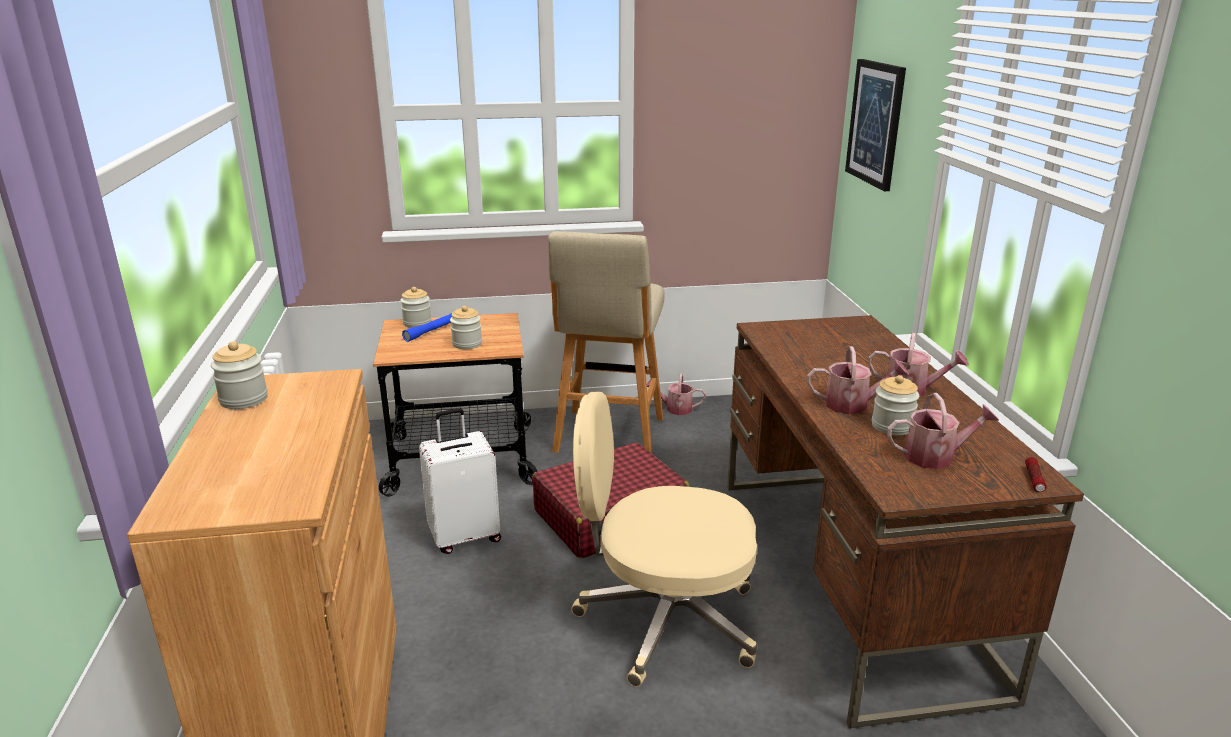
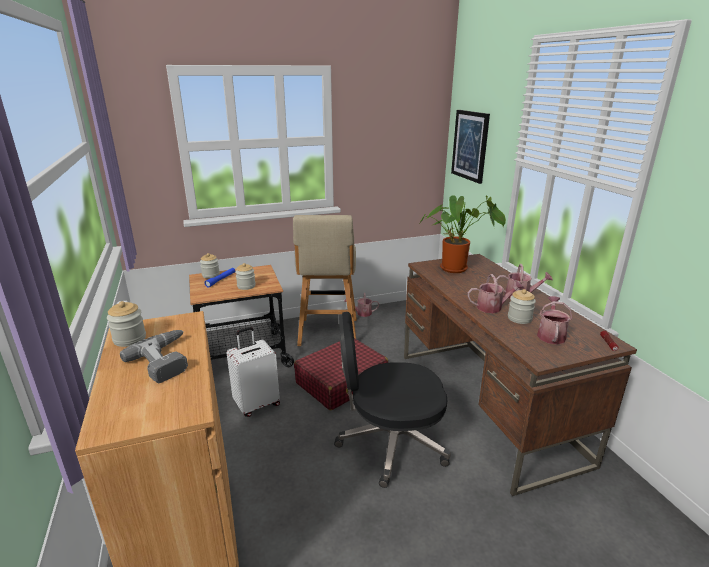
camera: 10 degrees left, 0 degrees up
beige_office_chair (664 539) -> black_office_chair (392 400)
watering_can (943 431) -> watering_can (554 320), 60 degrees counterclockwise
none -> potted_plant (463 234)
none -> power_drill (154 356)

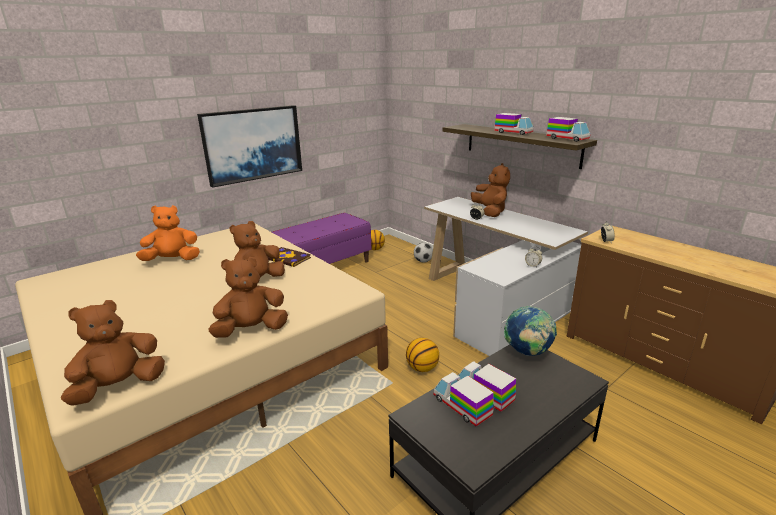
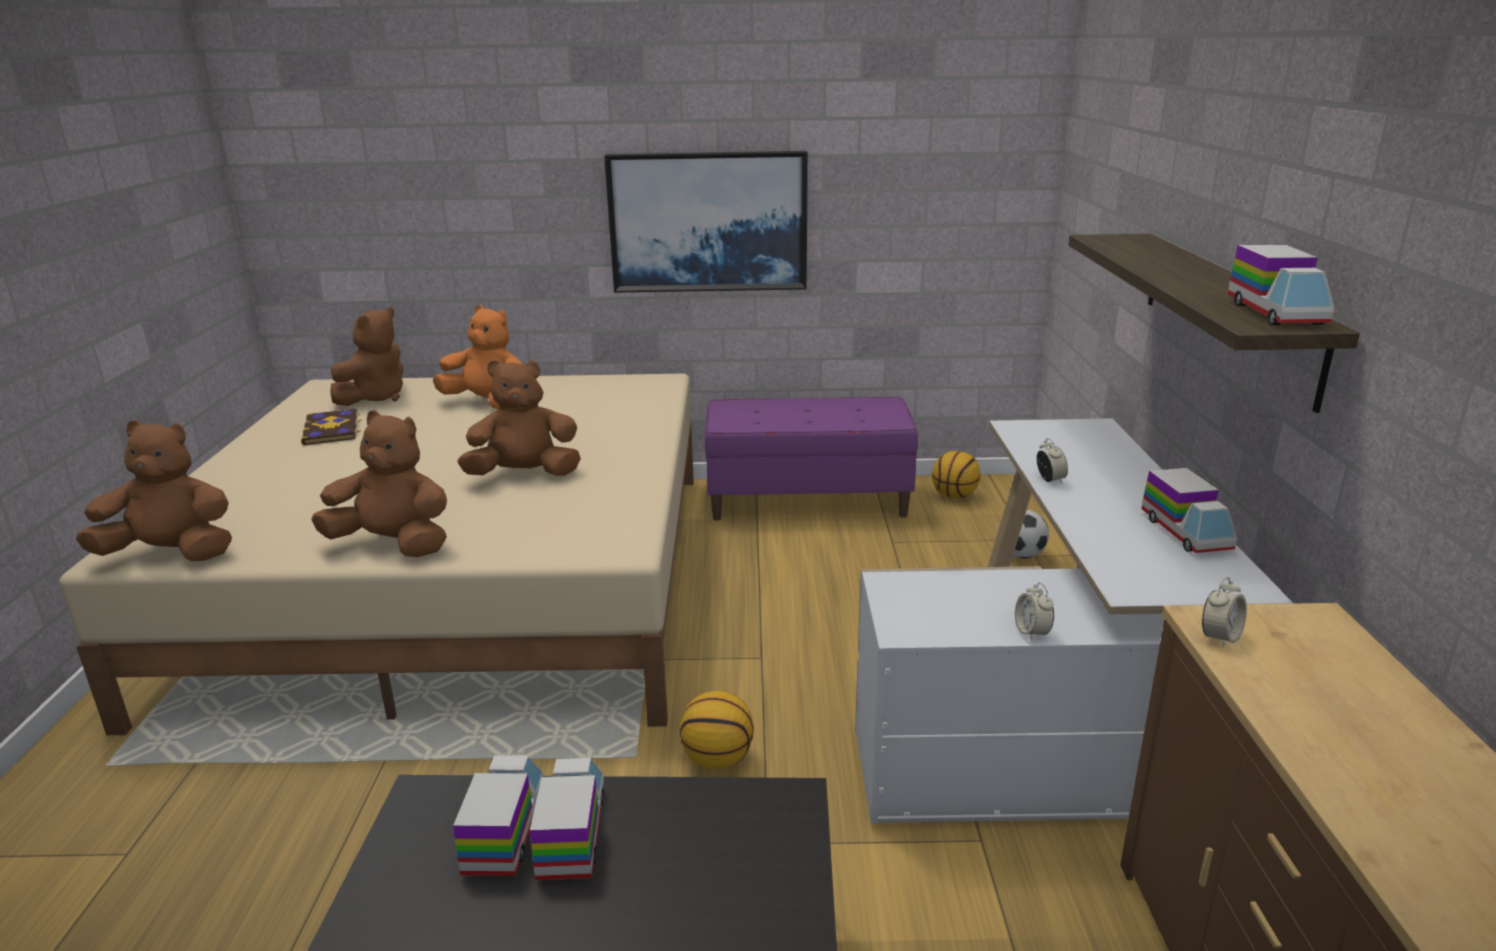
camera: 40 degrees right, 0 degrees up
toy_truck (514 124) -> toy_truck (1189 510), moved
brown_plush_toy (490 190) -> brown_plush_toy (366 356), moved
book (289 257) -> book (331 427), moved
globe (530 331) -> none

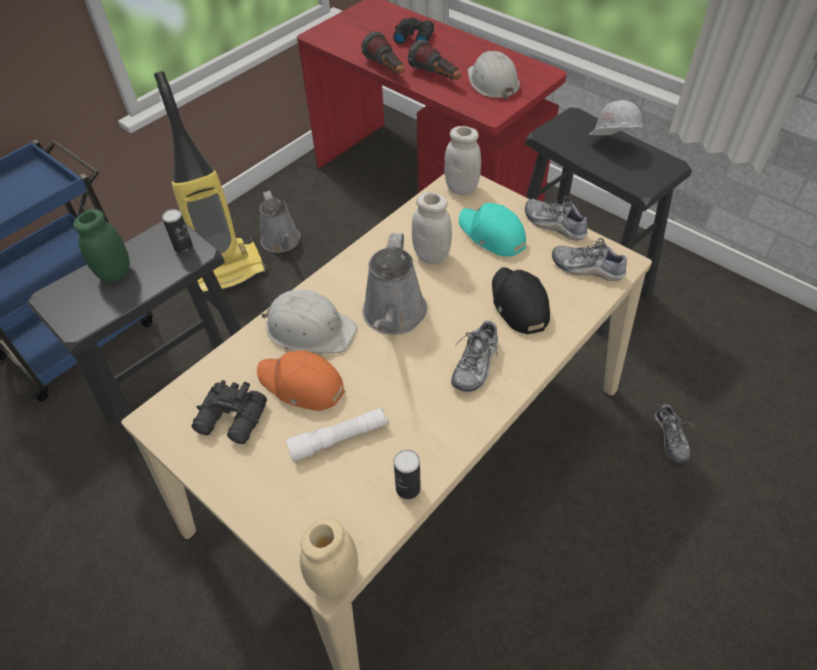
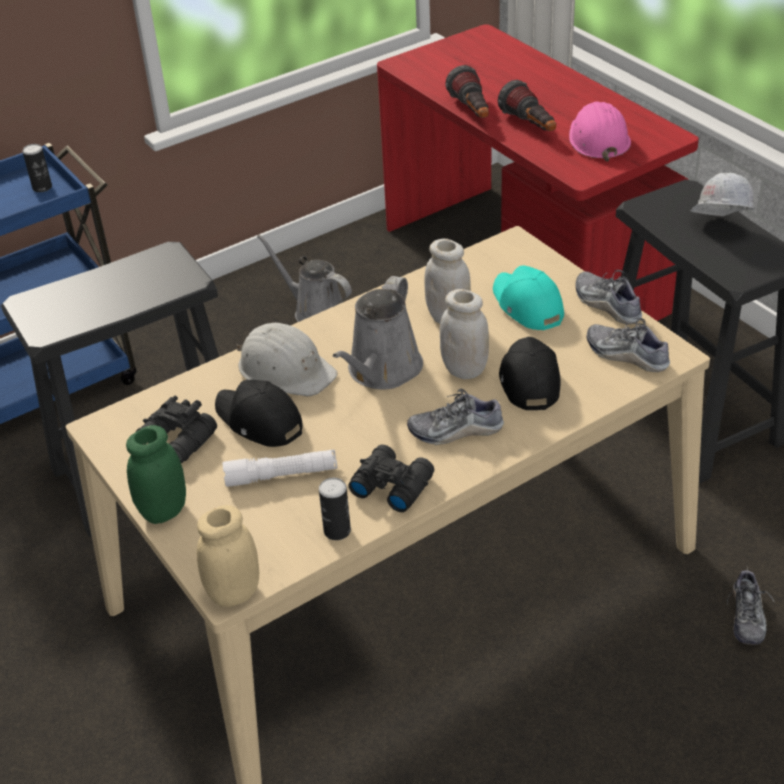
camera: 15 degrees right, 10 degrees down
black_binoculars (413 31) -> black_binoculars (391 478), moved
white_hard_hat (494 75) -> pink_hard_hat (600 131)
vacuum_cleaner (210 182) -> none
white_jar (462 160) -> white_jar (464 334), moved
grey_watering_can (280 222) -> grey_watering_can (304 278), 135 degrees clockwise
green_jar (101 246) -> green_jar (156 474), moved
can (177 231) -> can (37 168), moved
shoe (474 355) -> shoe (455 416), 45 degrees clockwise
orange_cap (301 380) -> black_cap (259 413)

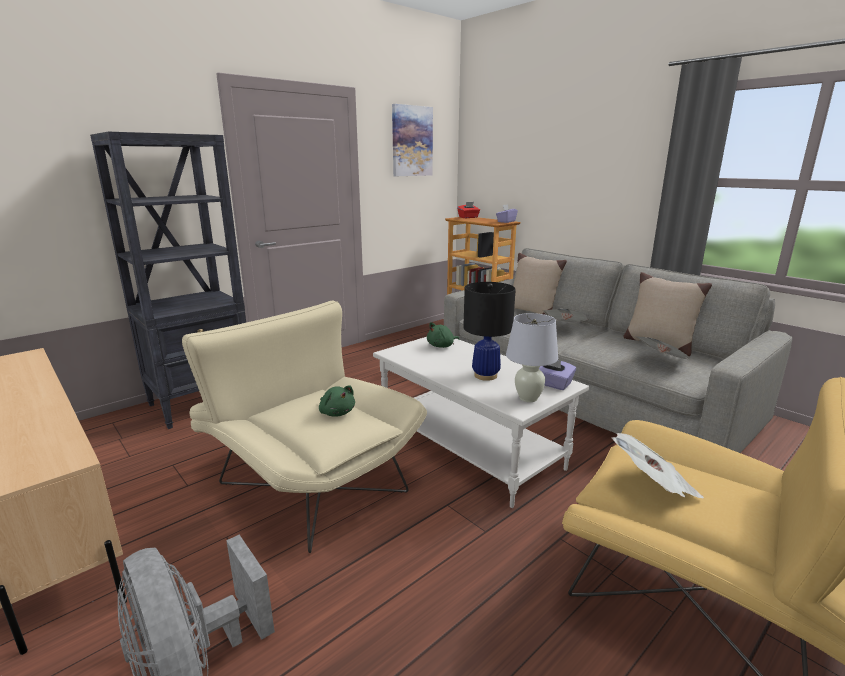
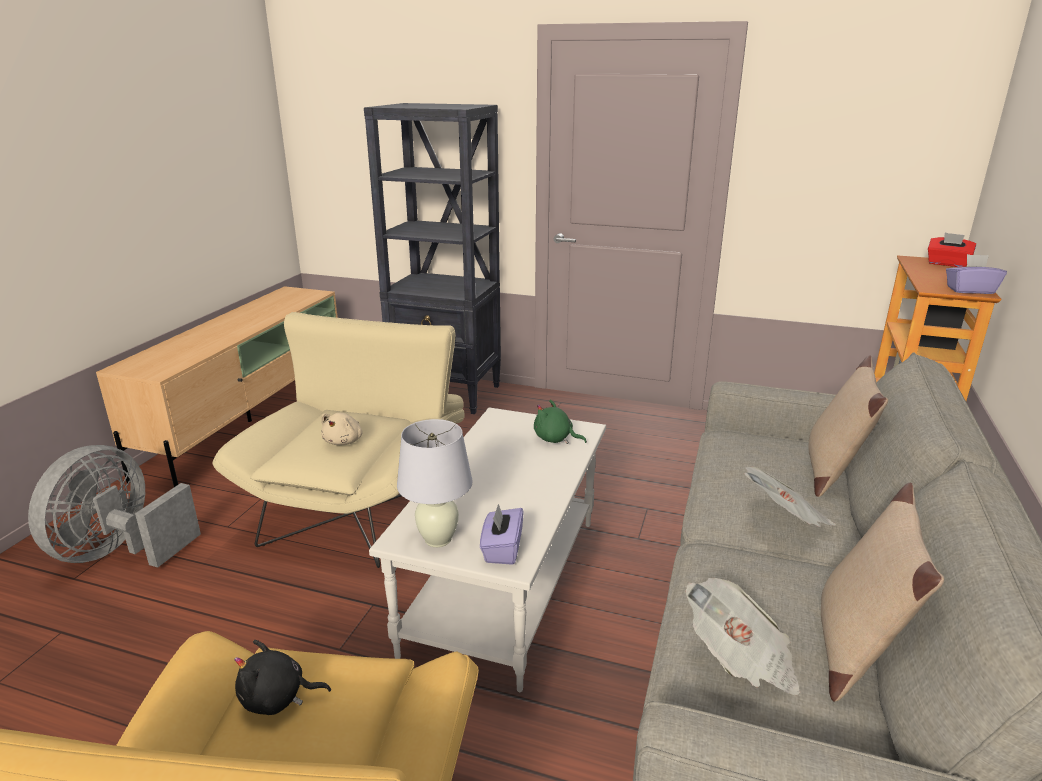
camera: 60 degrees right, 5 degrees up
picture (412 140) -> none
black_table_lamp (489 331) -> none
green_plush_toy (337 401) -> beige_plush_toy (341 429)
newspaper (657 465) -> black_plush_toy (282 677)

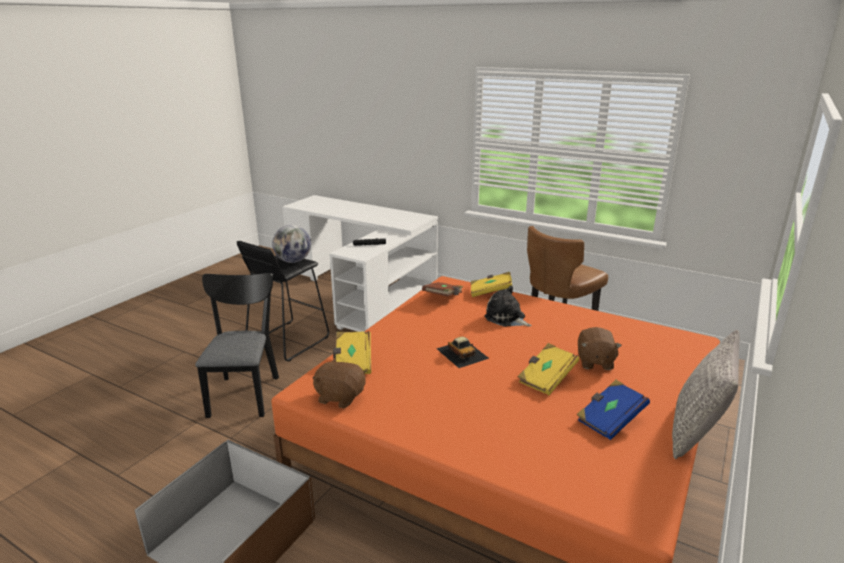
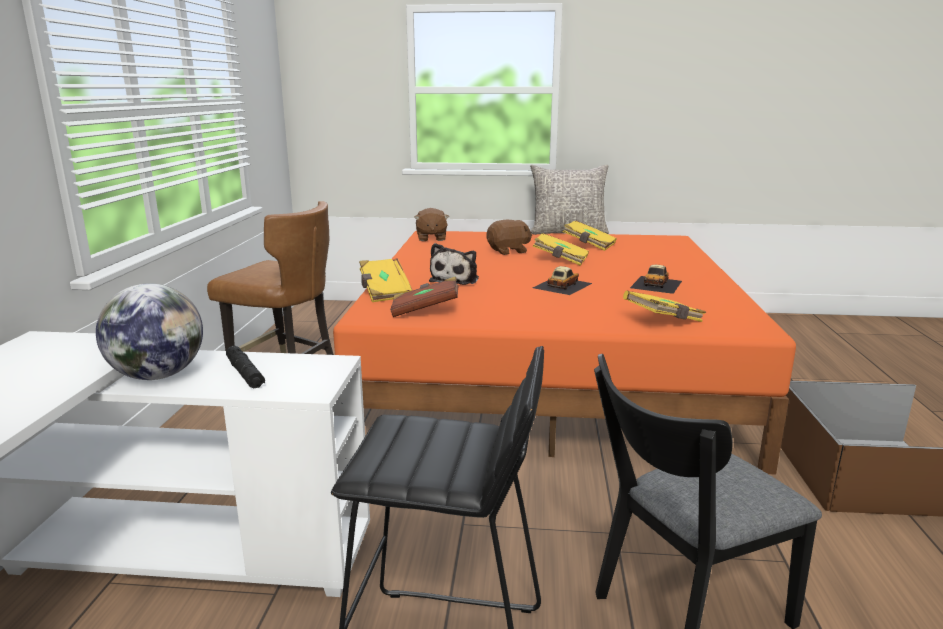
camera: 115 degrees left, 5 degrees down
globe (291 244) -> globe (149 331), moved
brown_plush_toy (339 383) -> brown_plush_toy (432 224), moved
blue_book (613 410) -> yellow_book (590 235)
none -> toy_car (656 279)

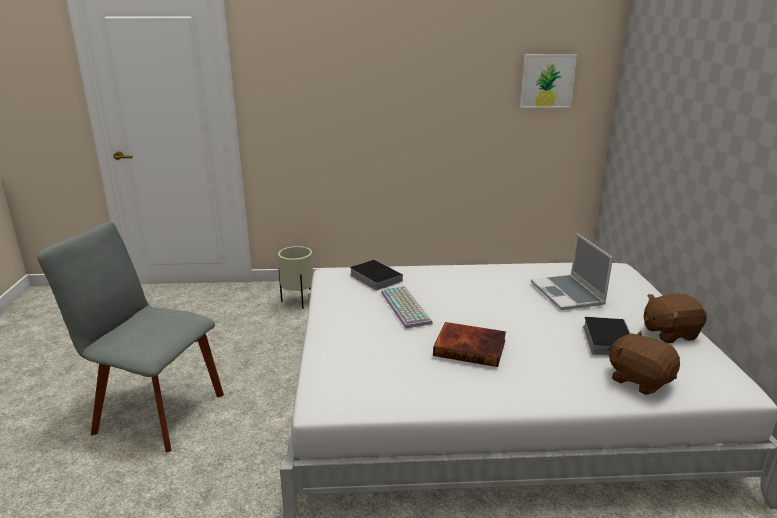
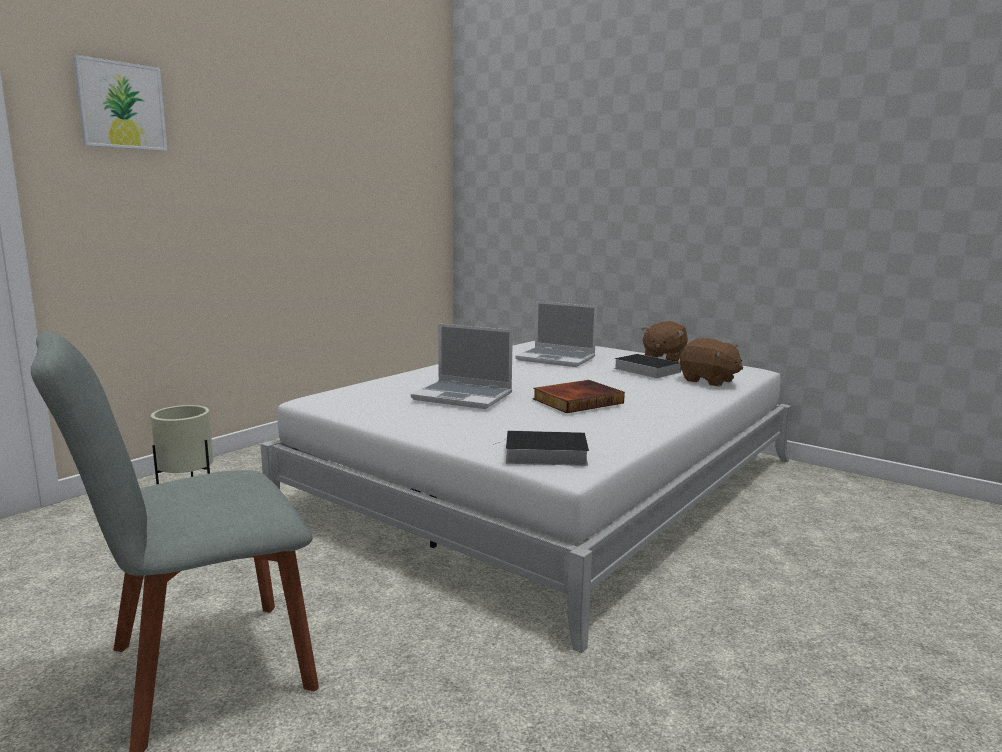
camera: 50 degrees left, 10 degrees down
picture (548 81) -> picture (120 103), moved
book (376 275) -> book (541 448), moved
keyboard (407 307) -> laptop (462 366)
brown_plush_toy (644 363) -> brown_plush_toy (711 362), 135 degrees counterclockwise

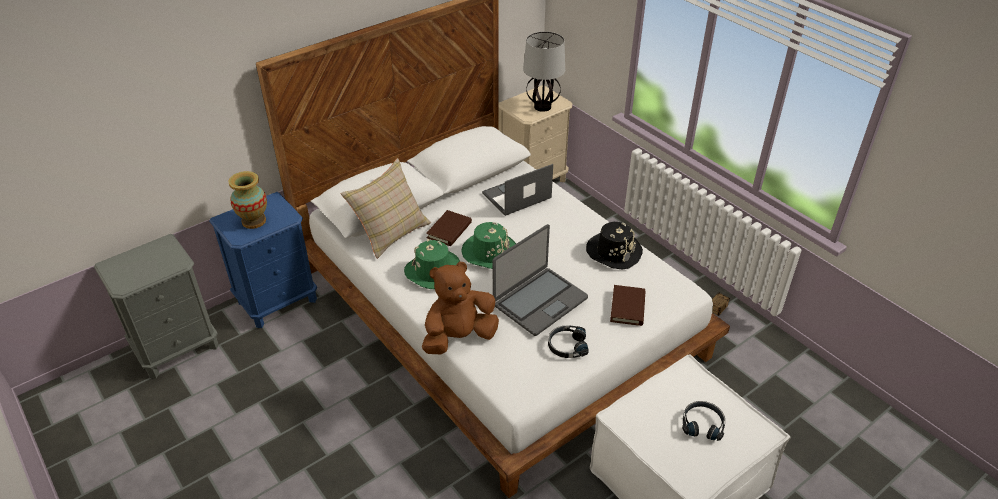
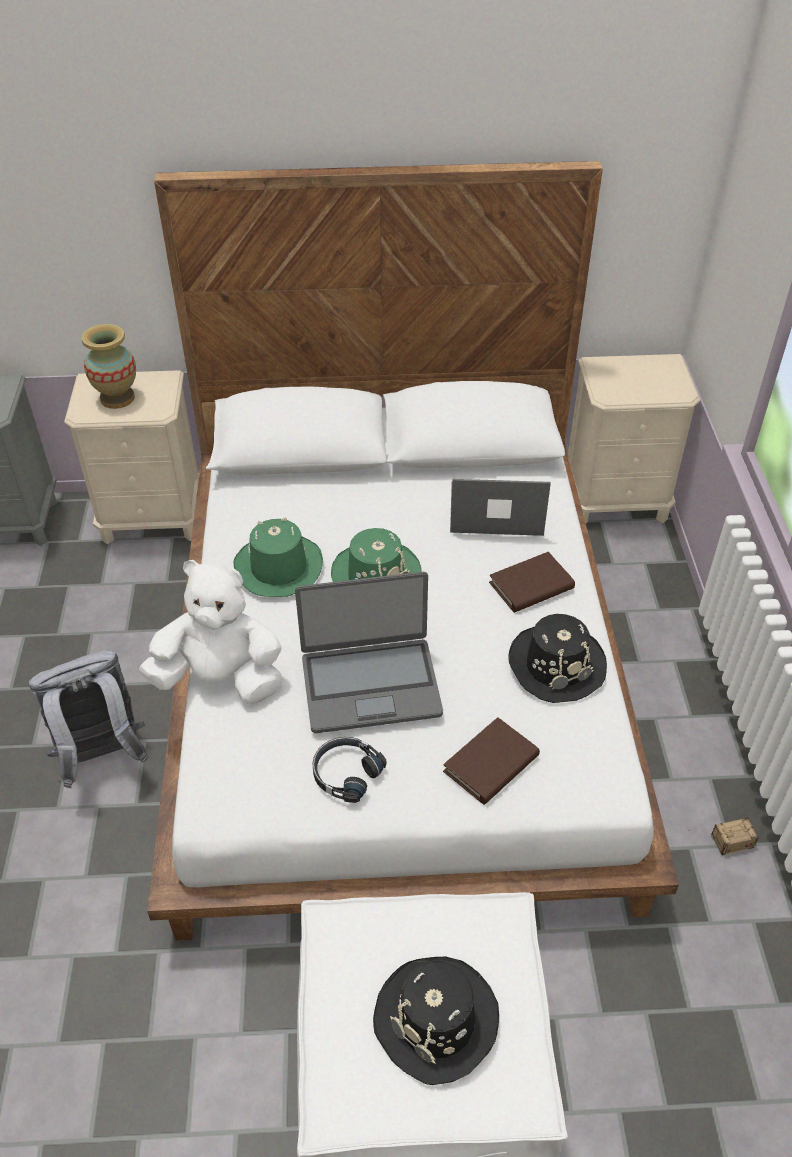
camera: 35 degrees right, 5 degrees up
table_lamp (544 71) -> none
beige_pillow (386 208) -> none
blue_nightstand (263 260) -> beige_nightstand (131 457)
brown_book (449 228) -> brown_book (532 582), moved
brown_plush_toy (460 307) -> white_plush_toy (210 632)
black_headphones (703 421) -> black_hat (436 1021)
none -> grey_backpack (89 719)

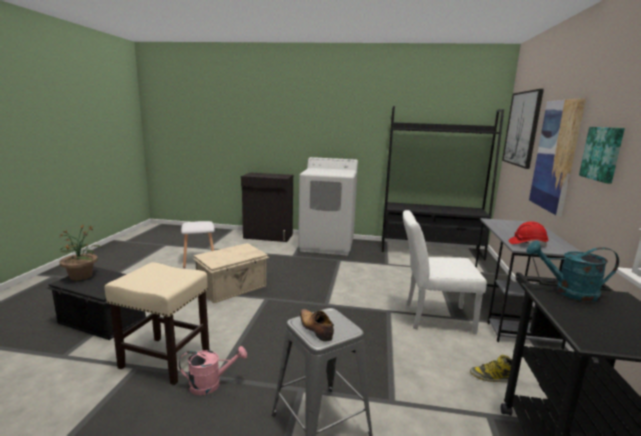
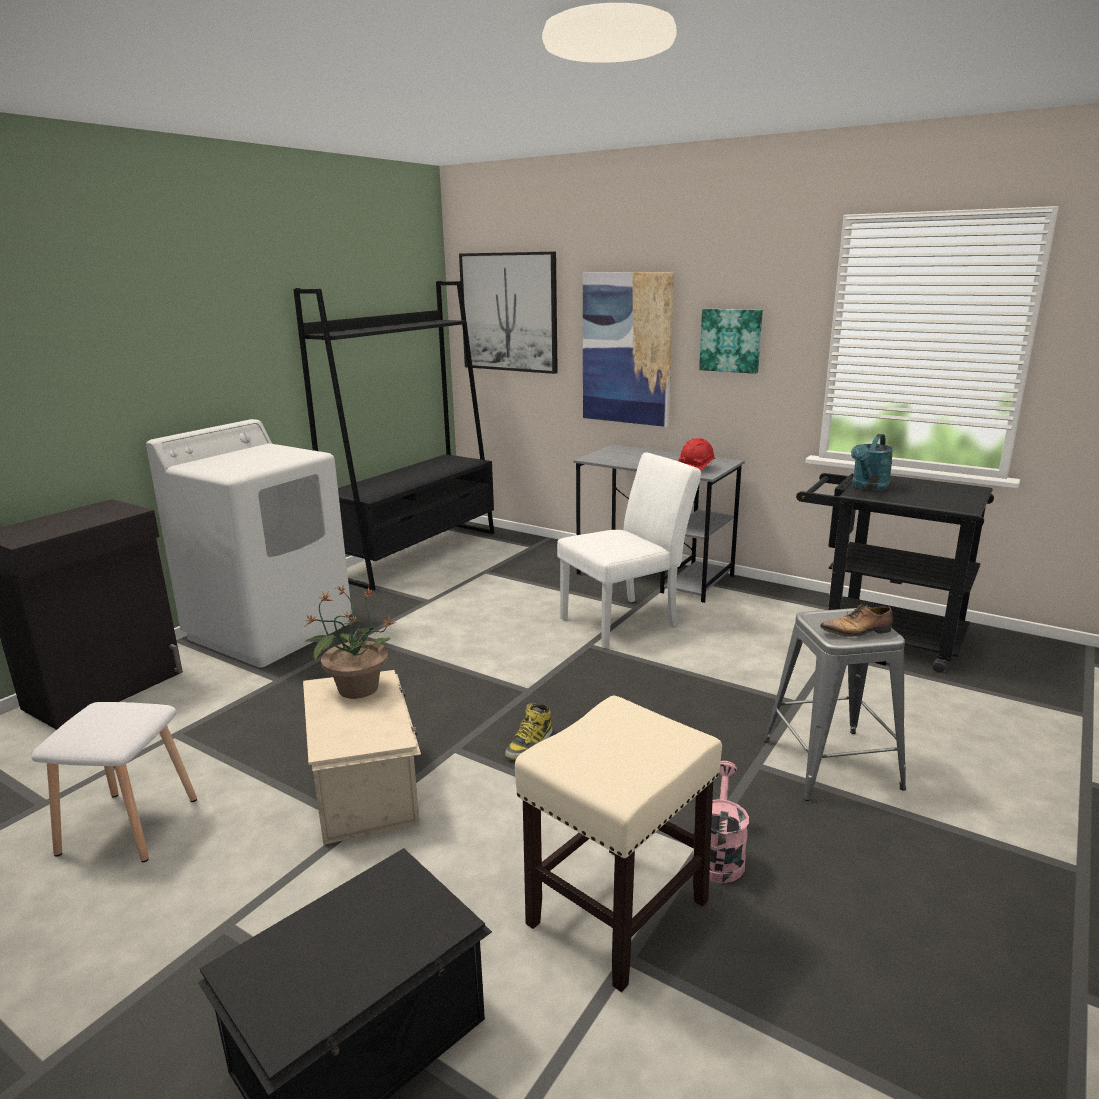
camera: 65 degrees left, 5 degrees up
white_chair (445 272) -> white_chair (629 550), 150 degrees counterclockwise
potted_plant (80 252) -> potted_plant (350 642), moved
boot (491 369) -> boot (529 731), moved

